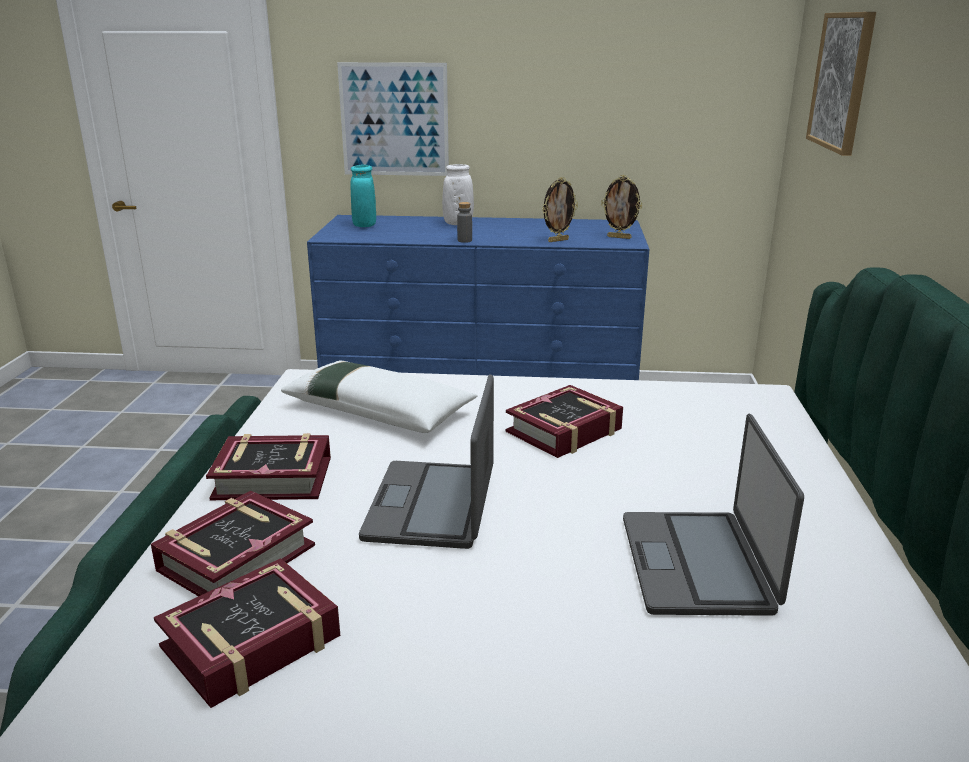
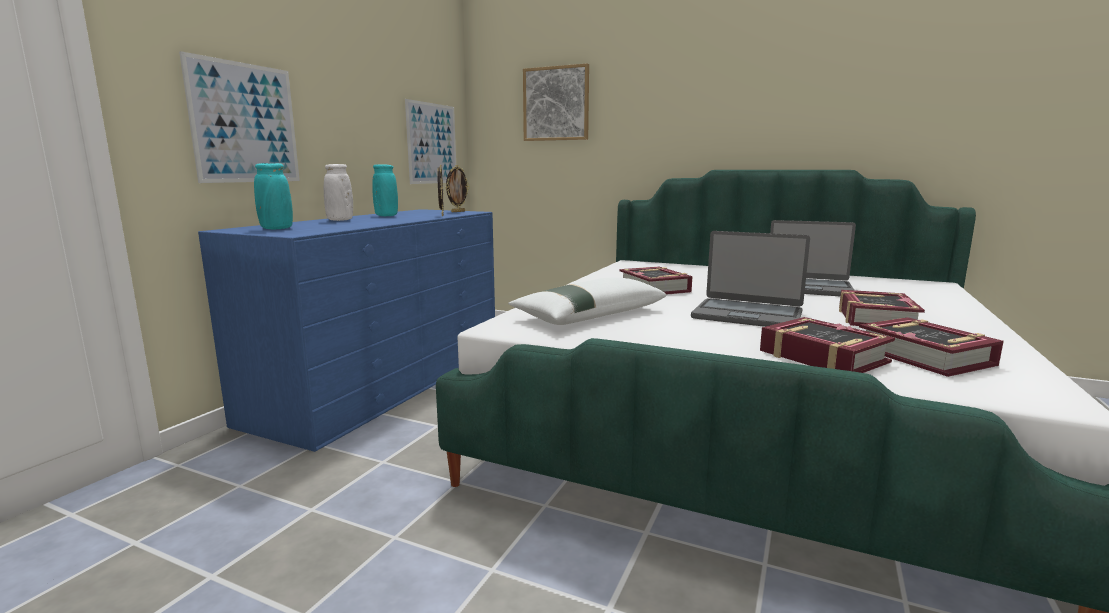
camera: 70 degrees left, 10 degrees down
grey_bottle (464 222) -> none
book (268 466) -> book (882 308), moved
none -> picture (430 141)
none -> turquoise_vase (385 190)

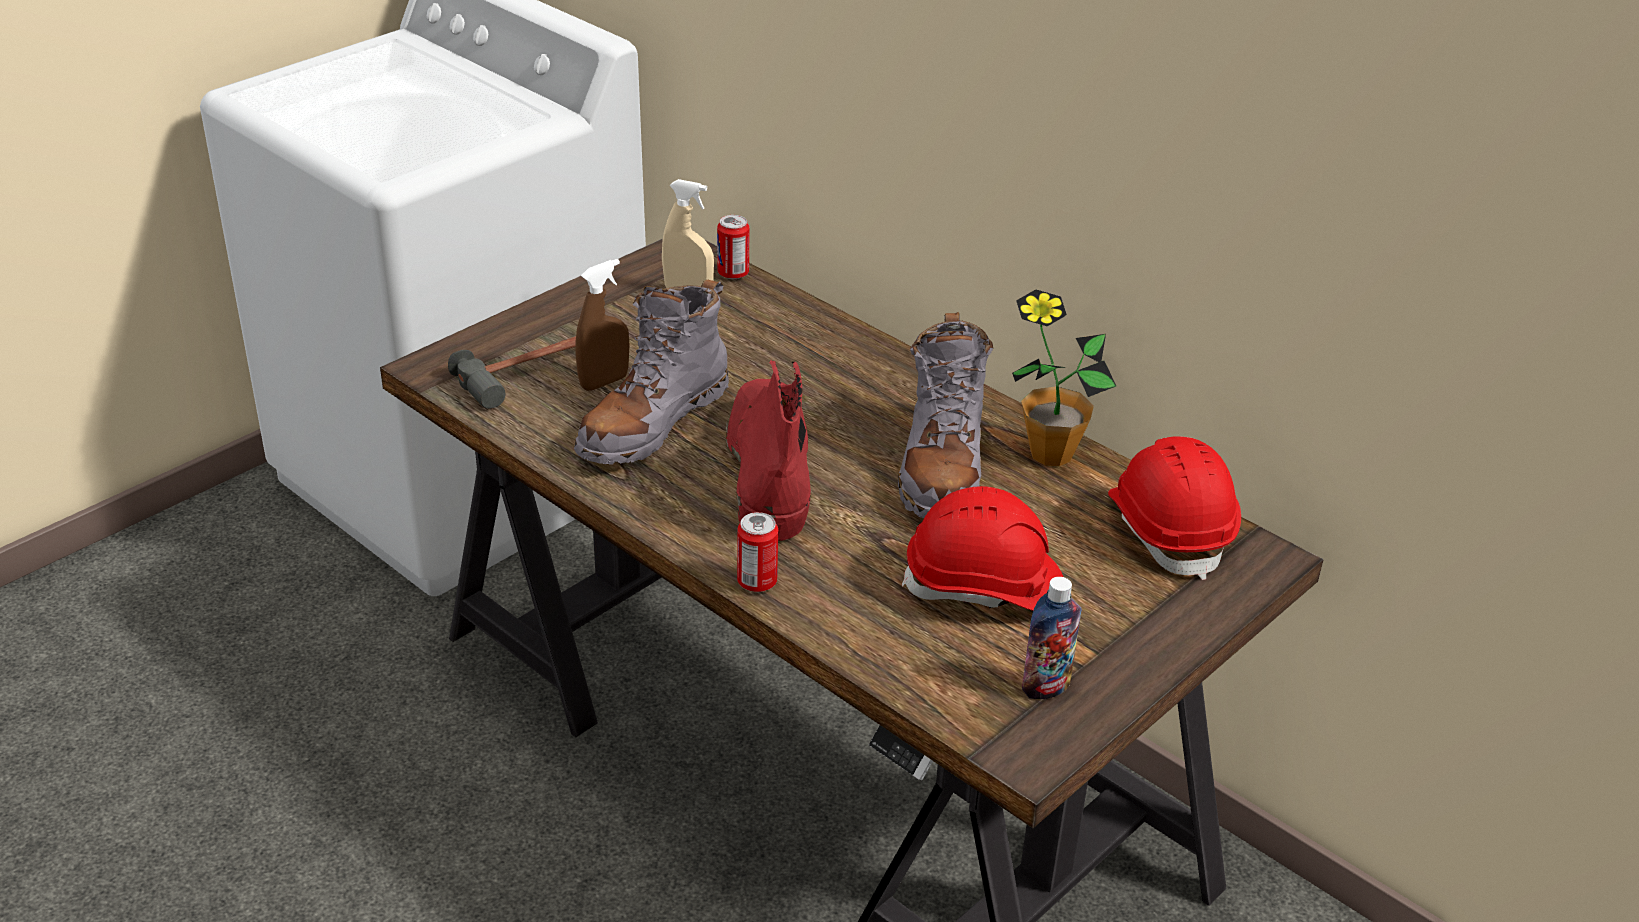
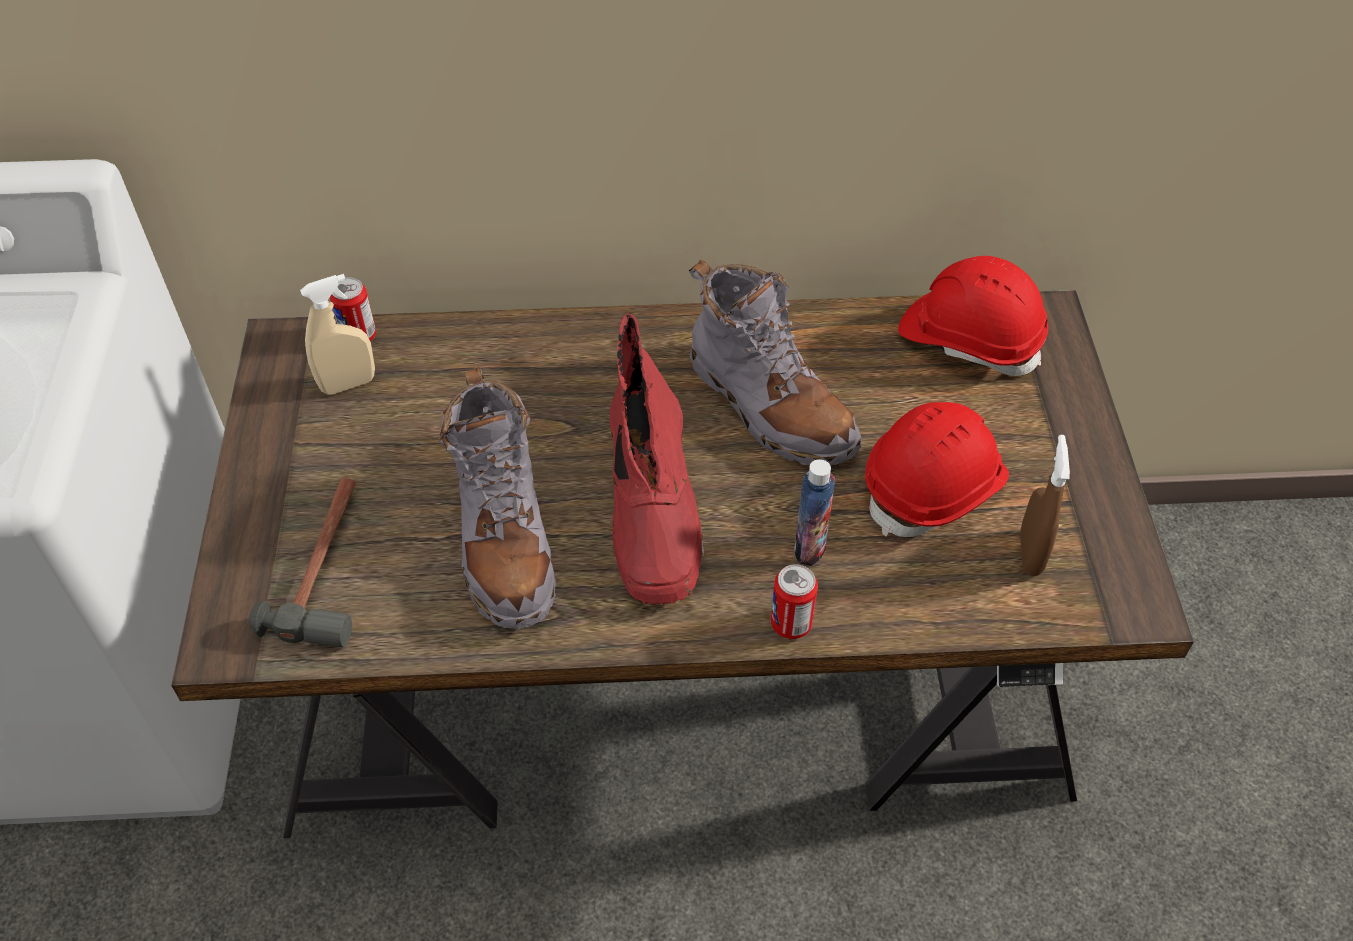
camera: 45 degrees left, 15 degrees up
brown_spray_bottle (603 325) -> brown_spray_bottle (1045 505), moved
potted_plant (1064 377) -> none
red_boot (768 450) -> red_boot (657 459), 135 degrees counterclockwise
bottle (1051 638) -> bottle (815 512), moved

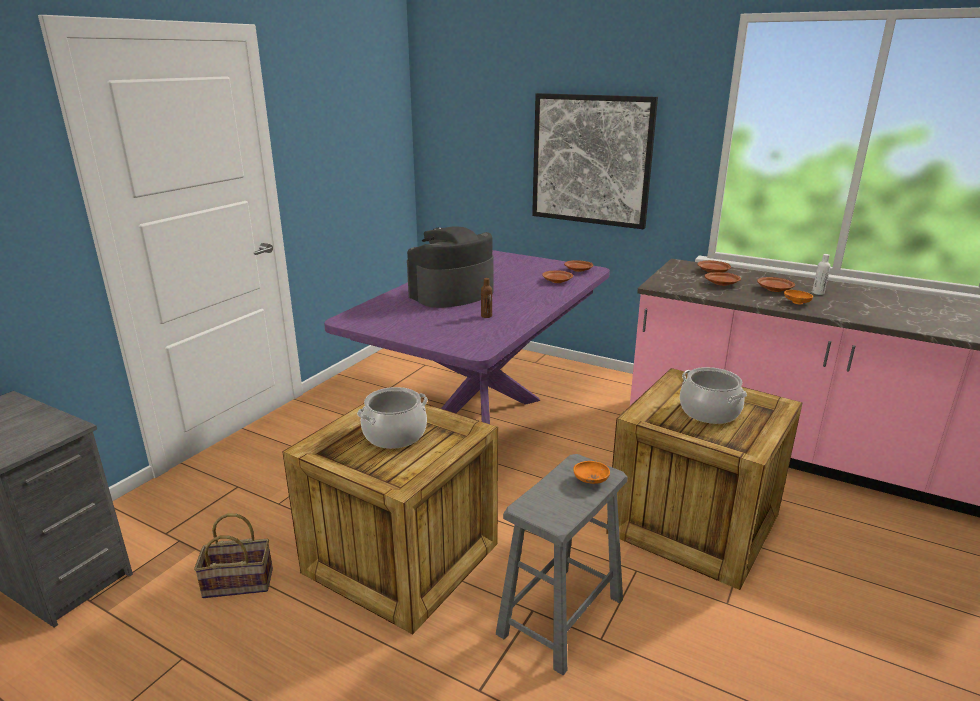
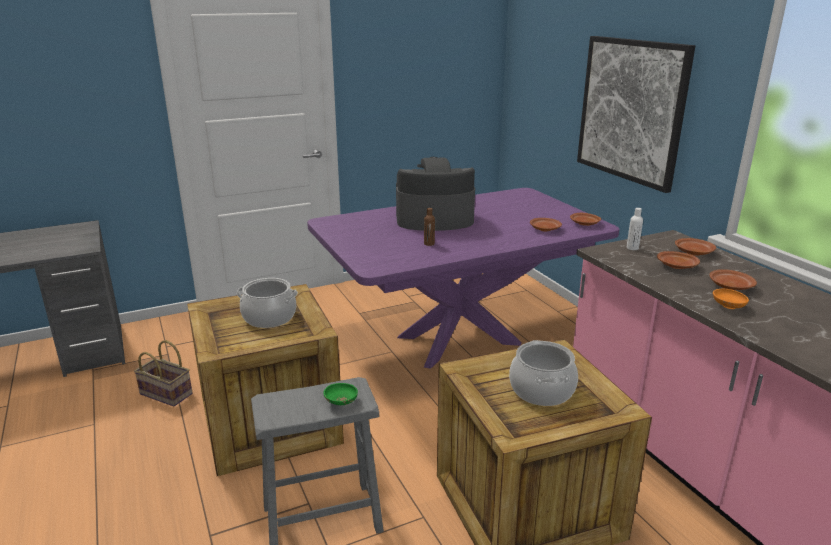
camera: 35 degrees right, 0 degrees up
white_bottle (821 274) -> white_bottle (635 229), moved
orange_bowl (591 472) -> green_bowl (340 394)

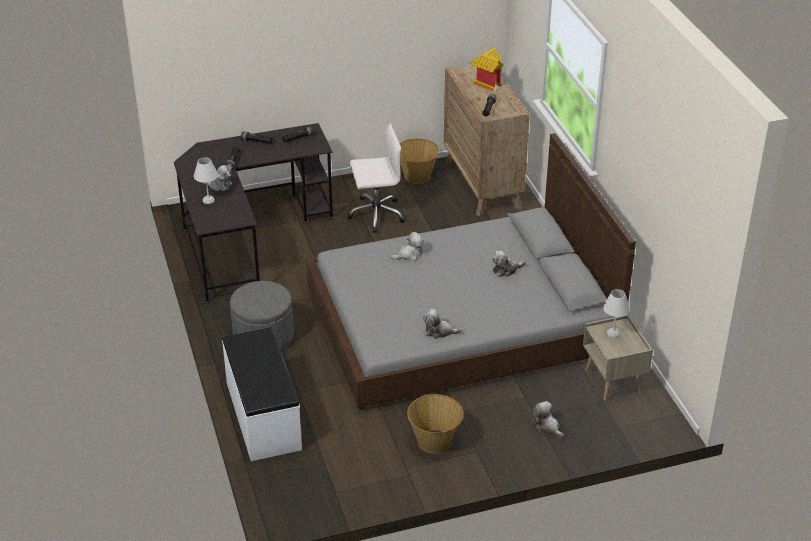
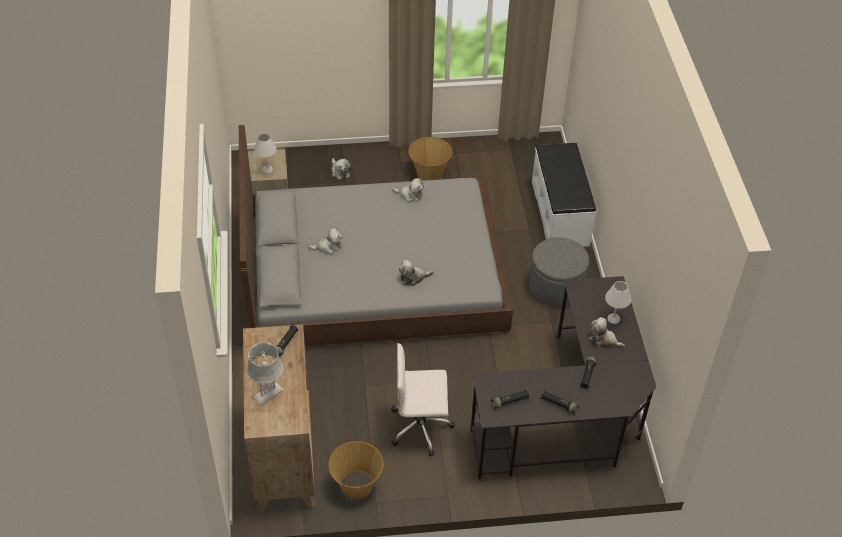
camera: 170 degrees left, 10 degrees up
toy_house (487 69) -> grey_table_lamp (265 373)

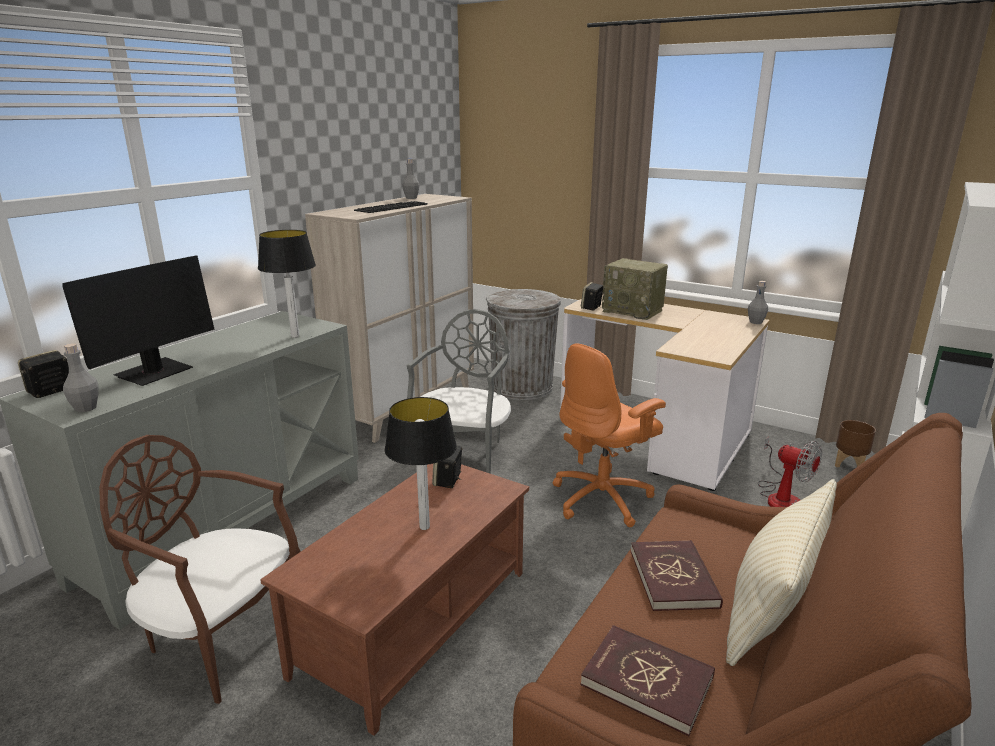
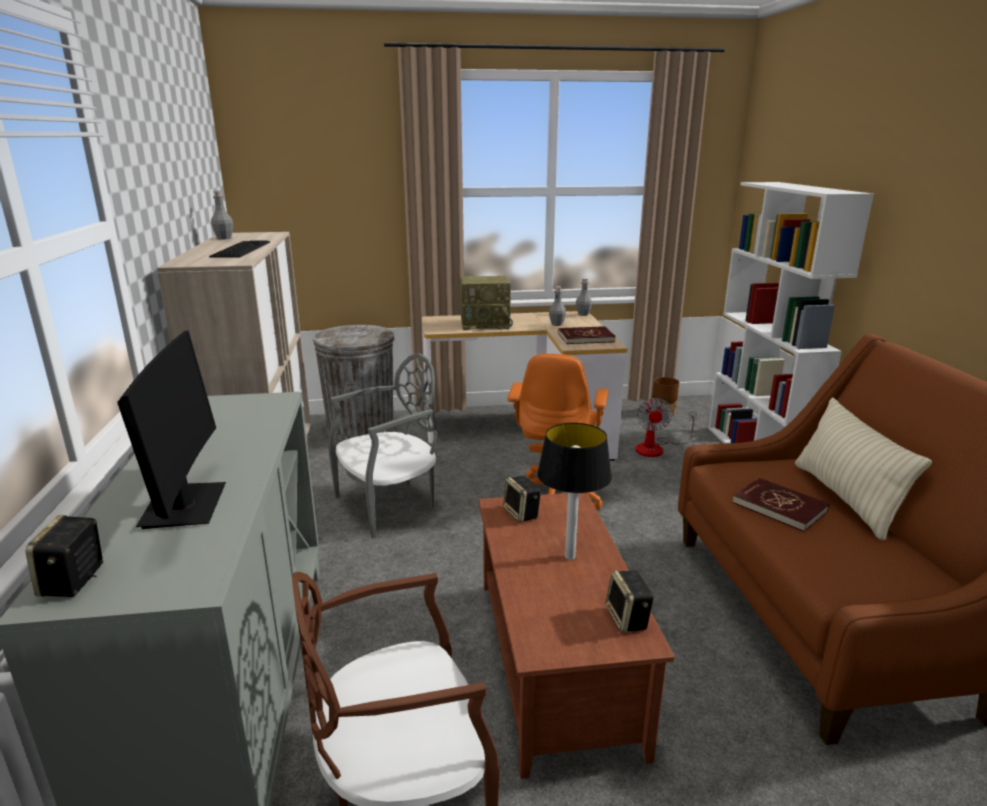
camera: 40 degrees left, 0 degrees up
table_lamp (287 284) -> none
speaker (592 296) -> speaker (629 601), moved
grey_chair (459 391) -> grey_chair (382 445), 75 degrees clockwise
grey_bottle (81 377) -> grey_bottle (557 306), moved
fan (790 472) -> fan (666 427), 90 degrees clockwise
red_book (648 680) -> red_book (587 335), moved

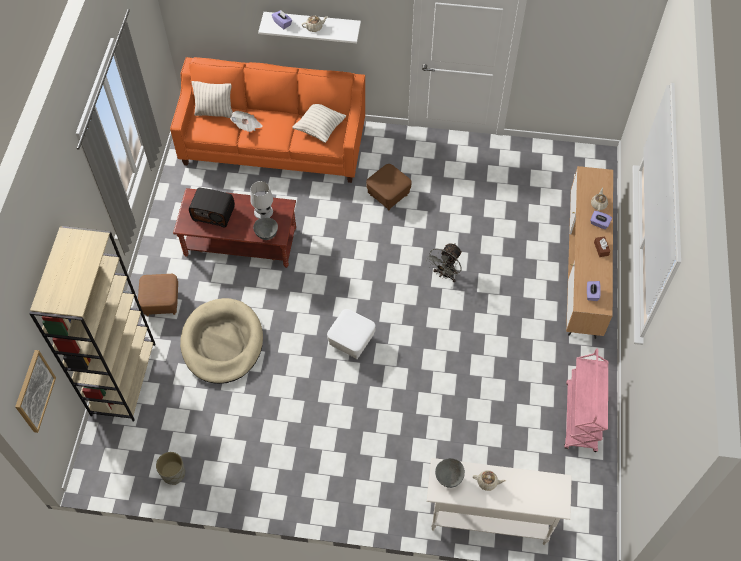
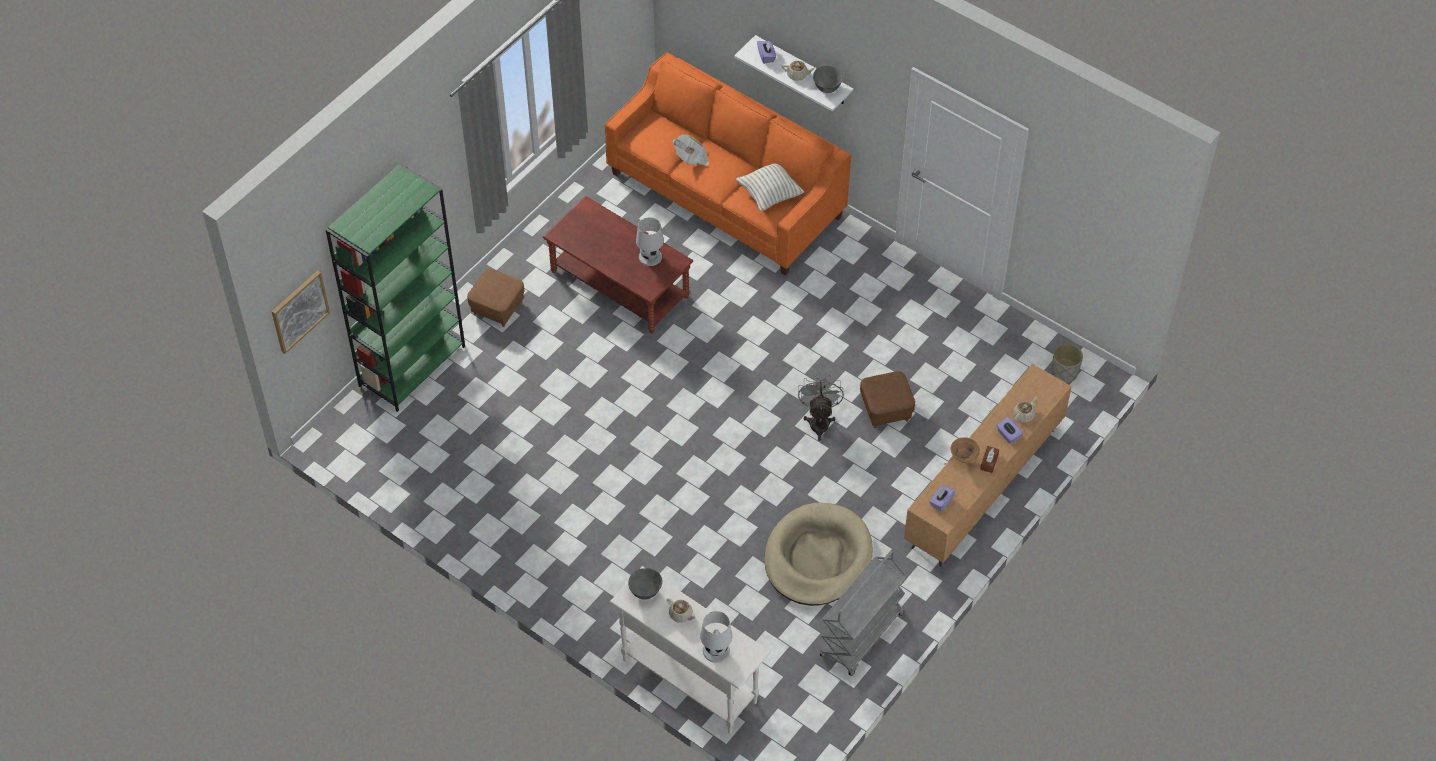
camera: 30 degrees right, 5 degrees down
pillow (212 99) -> none
brown_ottoman (388 187) -> brown_ottoman (887 399), moved
radio (212 208) -> none
grey_bowl (265 228) -> grey_bowl (828 79), moved
beige_bookcase (92 324) -> green_bookcase (395 288)
grey_fan (444 262) -> grey_fan (821 407), 120 degrees clockwise
beige_dog_bed (221 341) -> beige_dog_bed (818 554), moved
white_ottoman (351 334) -> none
pink_cart (586 400) -> grey_cart (863 613)
grey_planter (170 468) -> grey_planter (1067 363), moved
none -> brown_bowl (965 450)
none -> white_table_lamp (716 637)

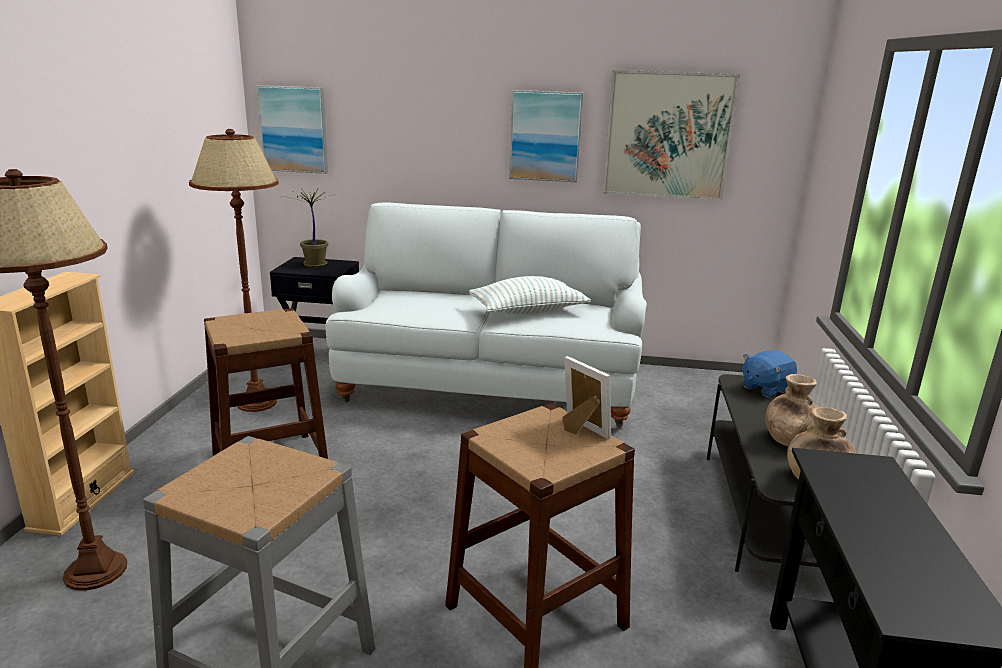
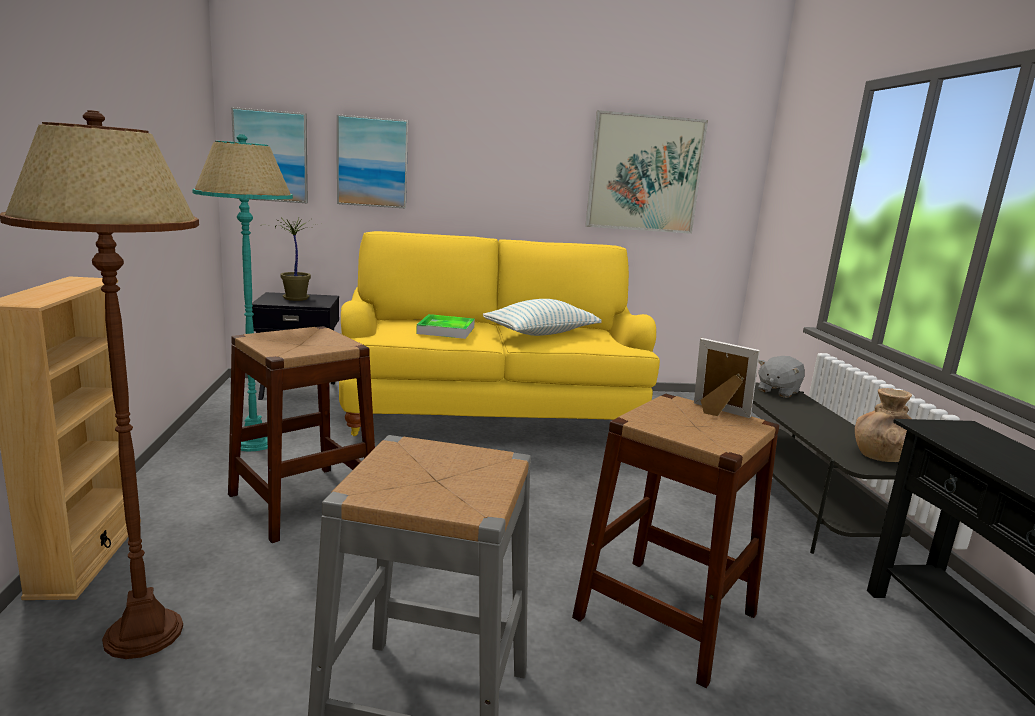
camera: 15 degrees left, 5 degrees down
picture (546 136) -> picture (372 161), moved
brown_floor_lamp (234 270) -> turquoise_floor_lamp (242 293)
white_sofa (486 314) -> yellow_sofa (499 333)
blue_plush_toy (769 374) -> grey_plush_toy (781 377)
brown_vase (791 410) -> none
none -> tray (445 326)

